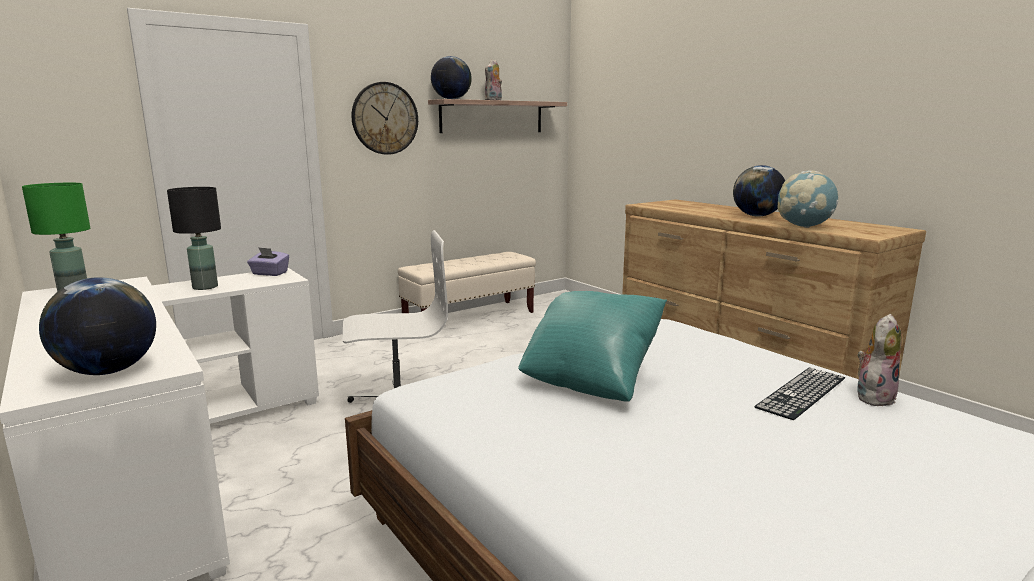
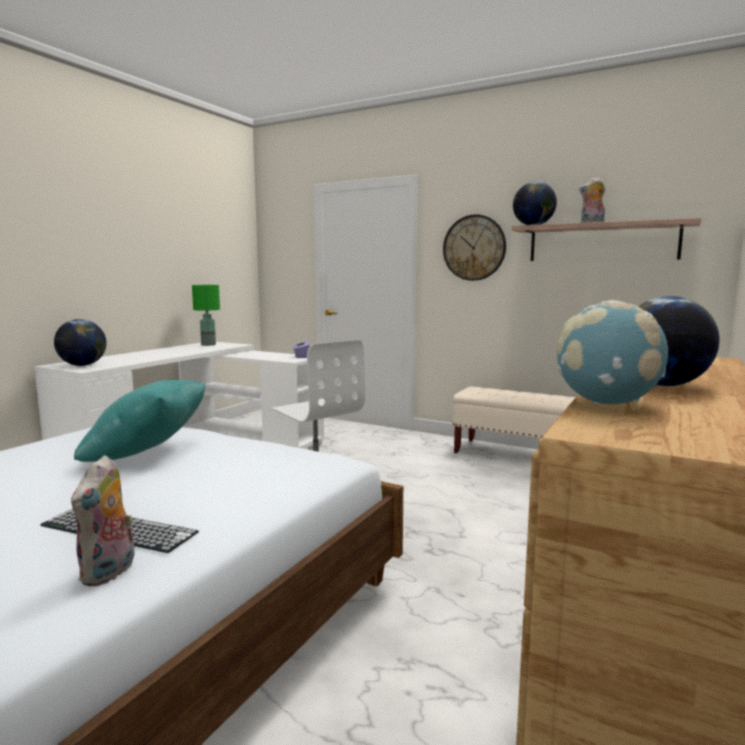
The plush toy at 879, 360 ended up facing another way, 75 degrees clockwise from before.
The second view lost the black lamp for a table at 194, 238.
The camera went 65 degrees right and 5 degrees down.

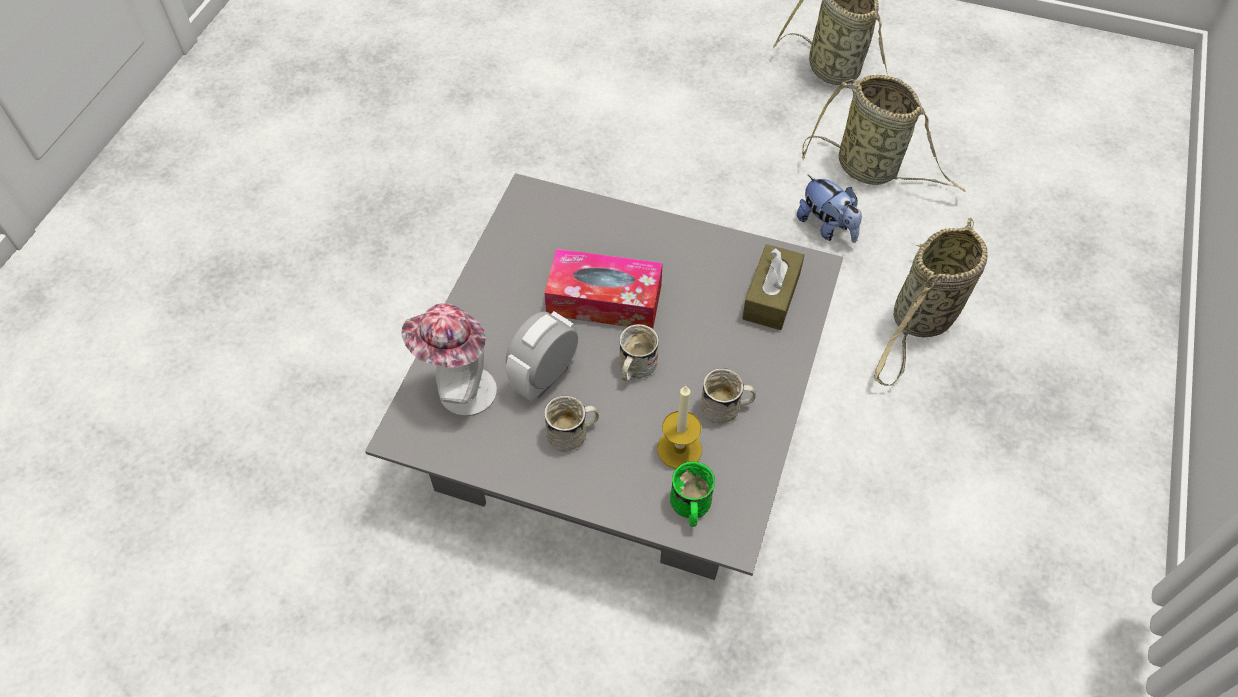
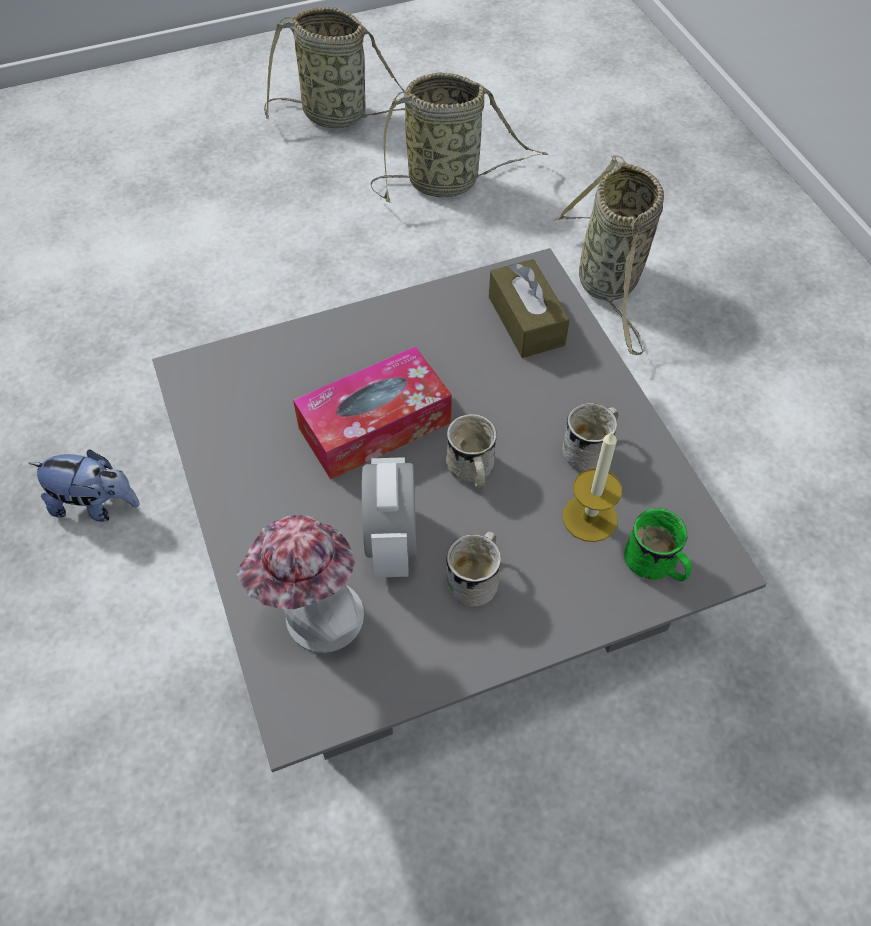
The plush toy ended up elsewhere, having gone from 829, 208 to 84, 486.
The camera went 40 degrees left and 0 degrees up.

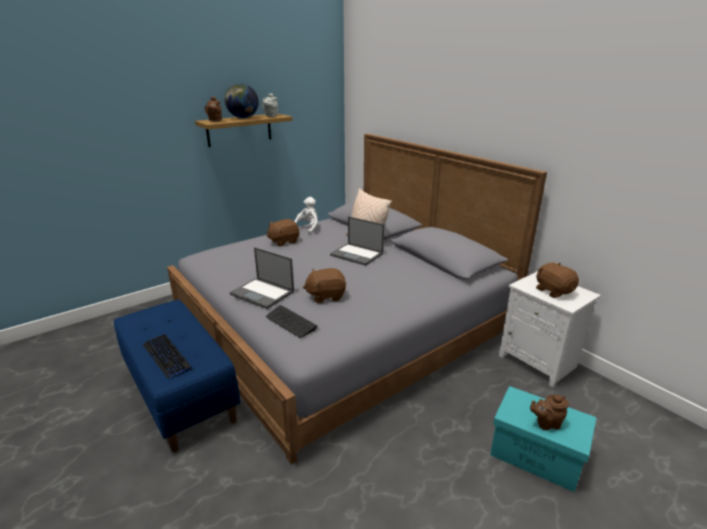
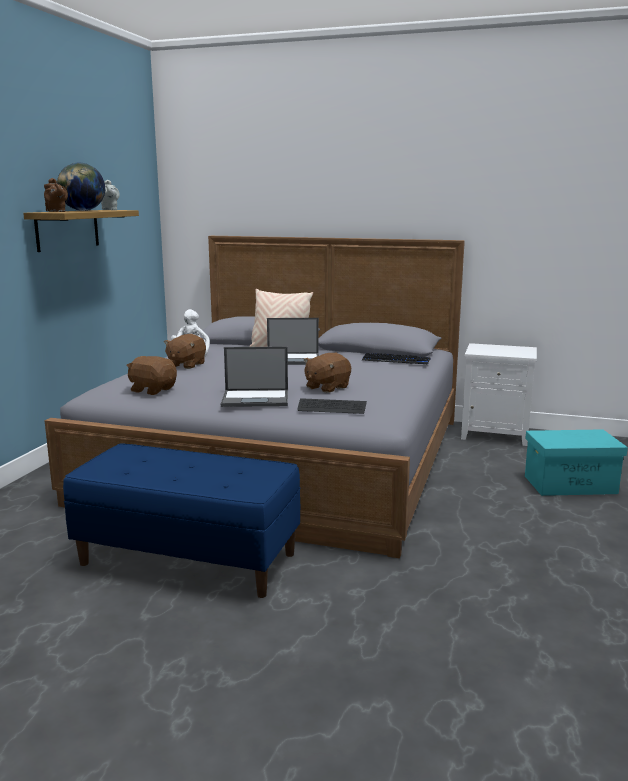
The brownish plush toy ended up elsewhere, having gone from 557, 280 to 151, 375.
The computer keyboard ended up elsewhere, having gone from 167, 356 to 396, 358.
The second view lost the brownish teapot at 549, 412.
The camera went 35 degrees left and 10 degrees down.

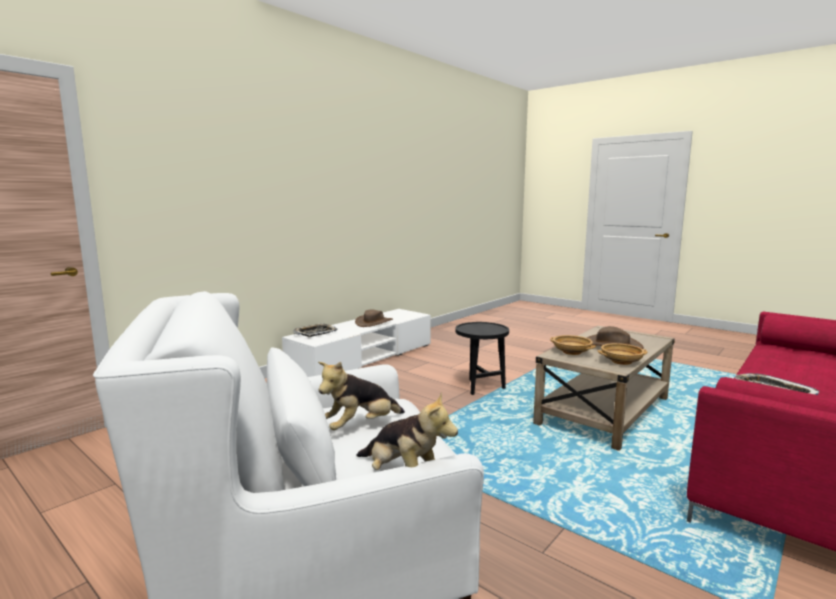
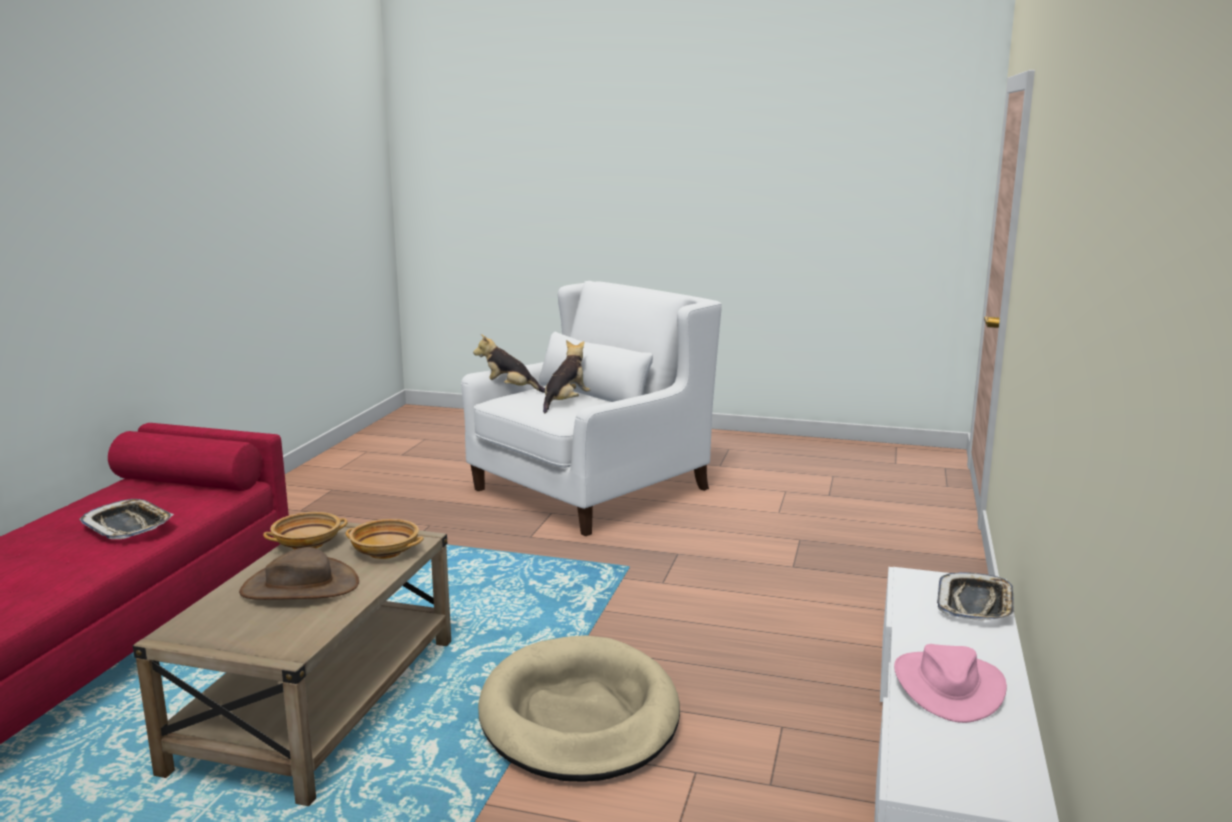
Where the black accent table stood at 482, 358, the beige-coloured pet bed came to stand at 579, 708.
What was the brownish hat at 374, 318 turned into the pink-coloured hat at 950, 683.
The camera went 155 degrees right and 5 degrees up.

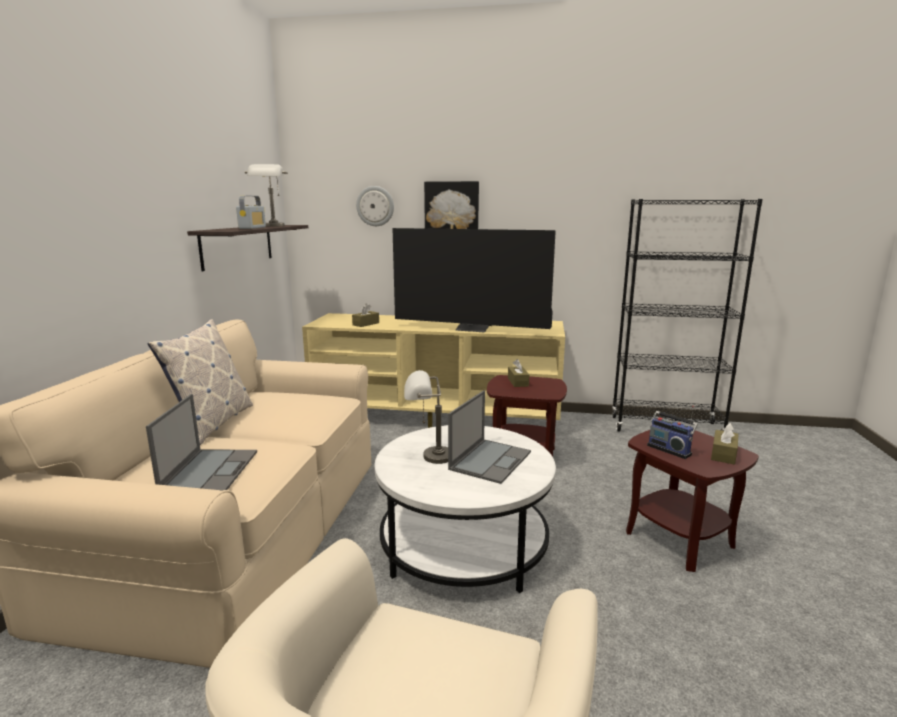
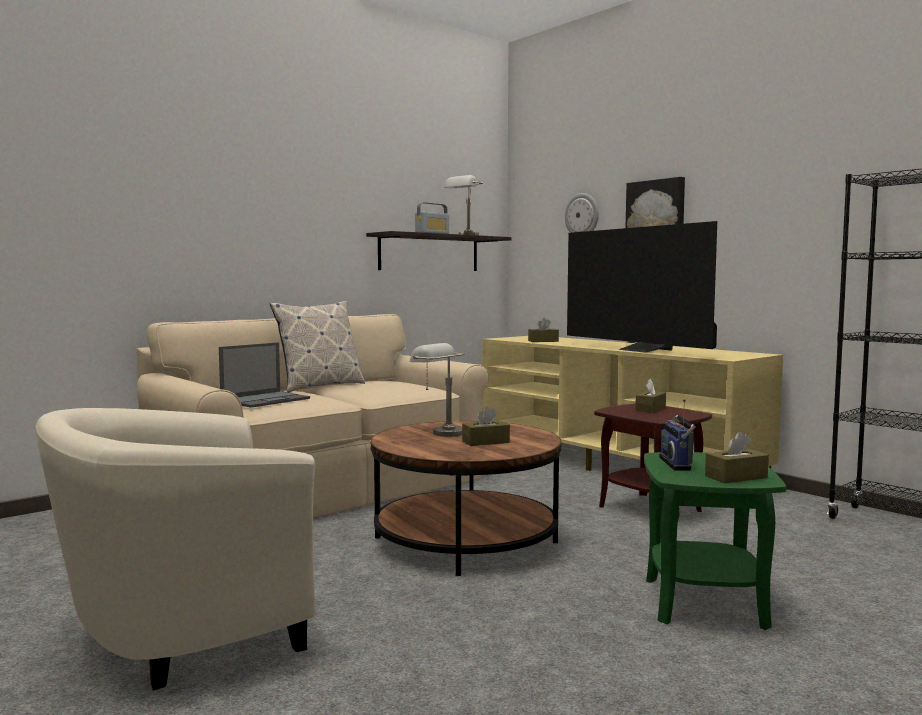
What was the whitish lounge table at 465, 509 turned into the brownish lounge table at 465, 498.
Where the laptop stood at 489, 437, the brownish tissue box came to stand at 486, 426.
What was the brownish accent table at 692, 501 turned into the green accent table at 715, 541.
The camera went 40 degrees right and 10 degrees down.

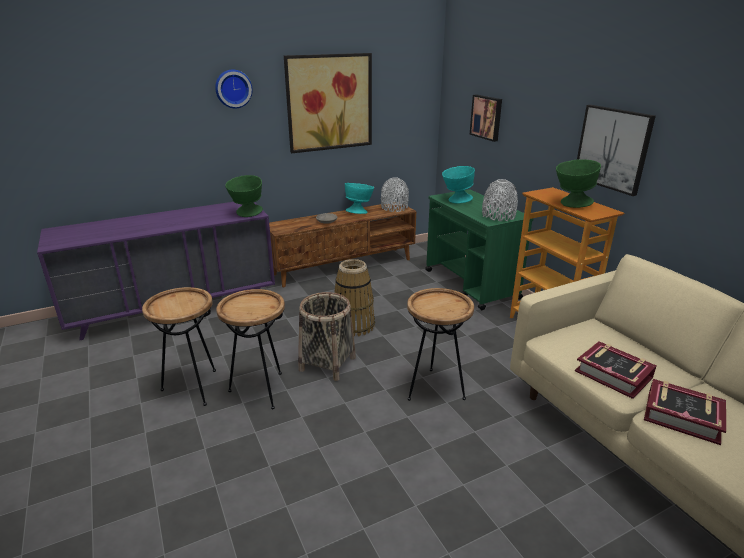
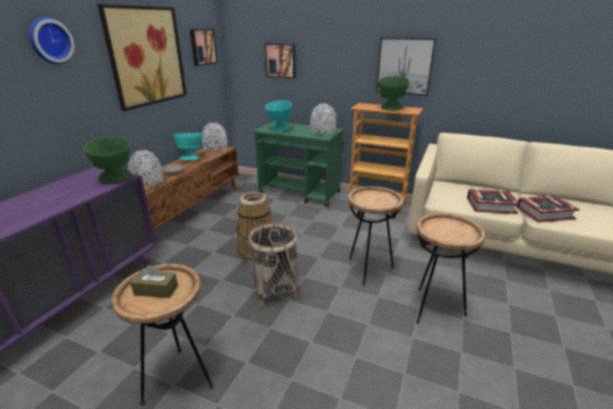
The second view gained the grey flower vase at 146, 169.
The second view gained the brownish tissue box at 154, 281.
The second view gained the wall picture at 204, 47.
The brownish accent table ended up elsewhere, having gone from 250, 349 to 451, 268.
The camera went 40 degrees left and 0 degrees up.

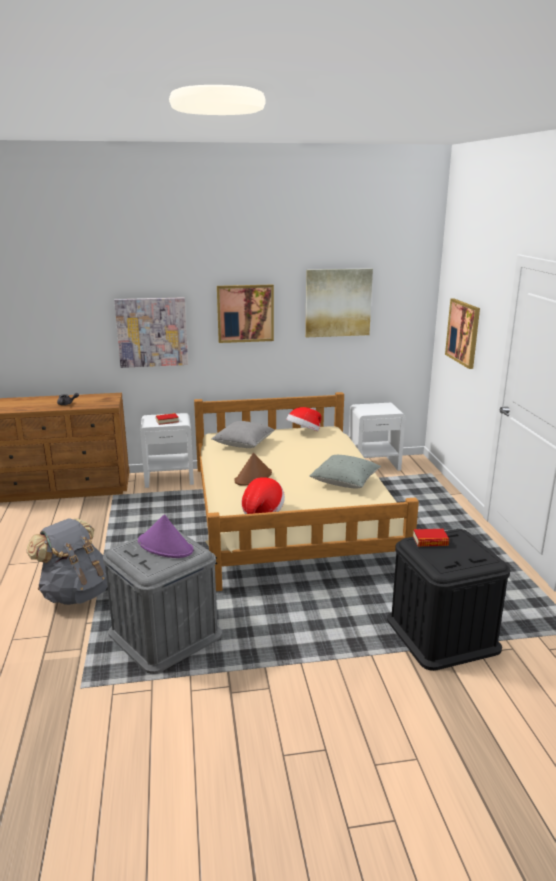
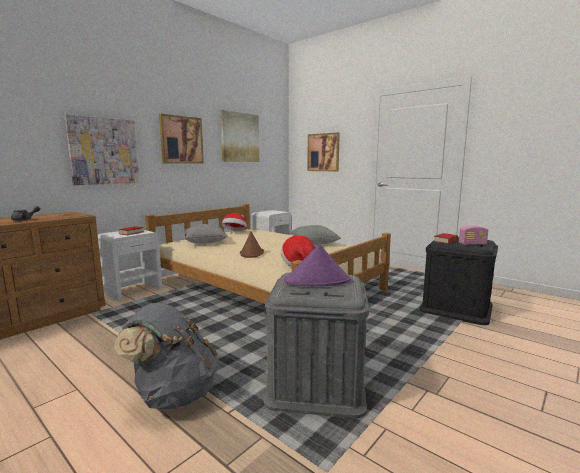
The second view gained the radio set at 473, 235.
The camera went 40 degrees left and 10 degrees down.

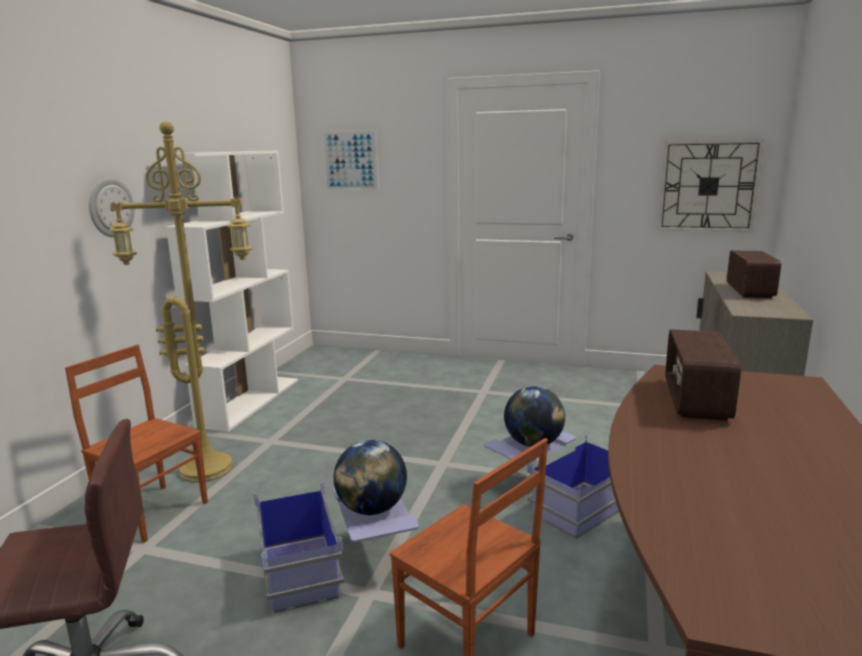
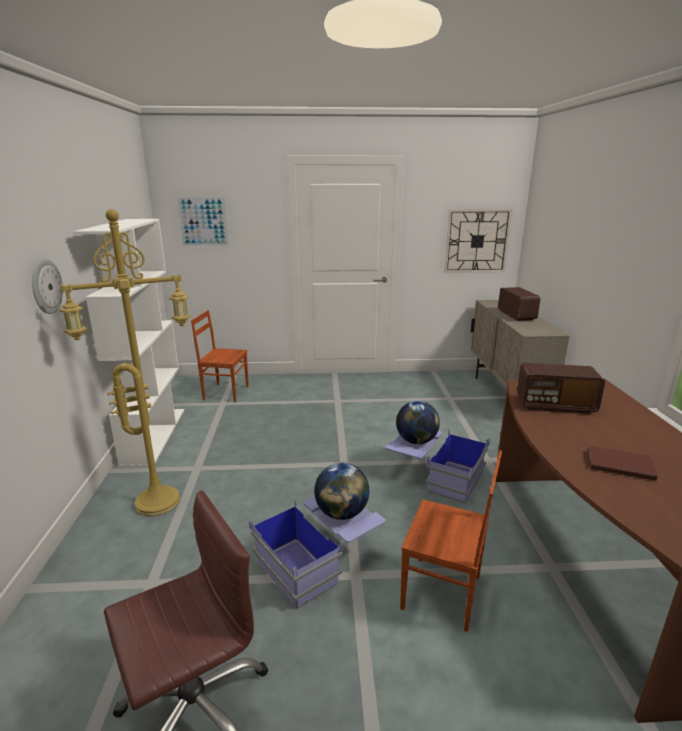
The brownish upright chair ended up elsewhere, having gone from 136, 443 to 220, 356.
The radio set at 703, 375 ended up facing another way, 75 degrees counterclockwise from before.
The second view gained the brownish book at 622, 463.
The camera went 20 degrees left and 5 degrees up.

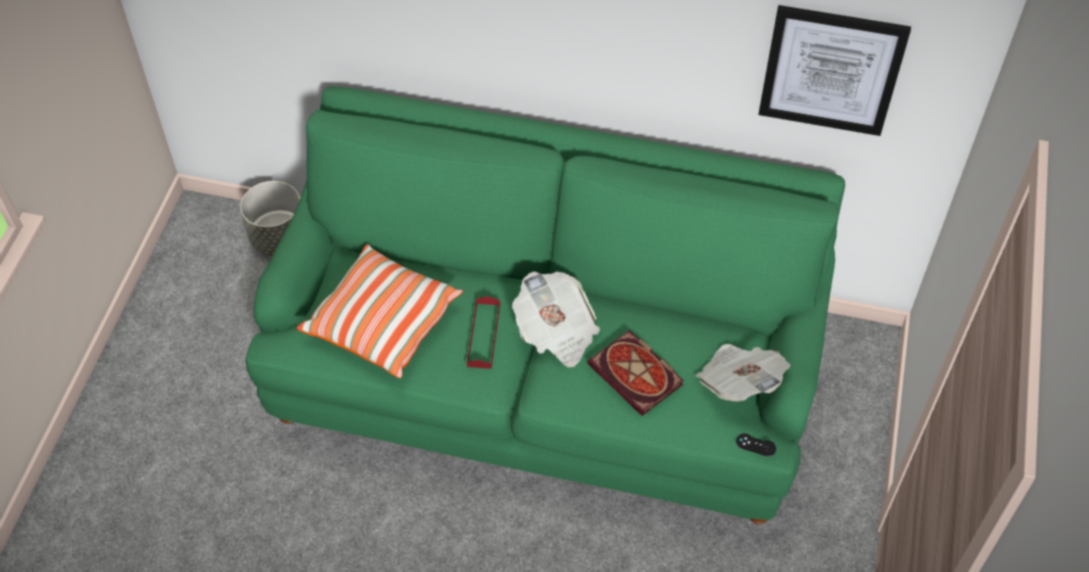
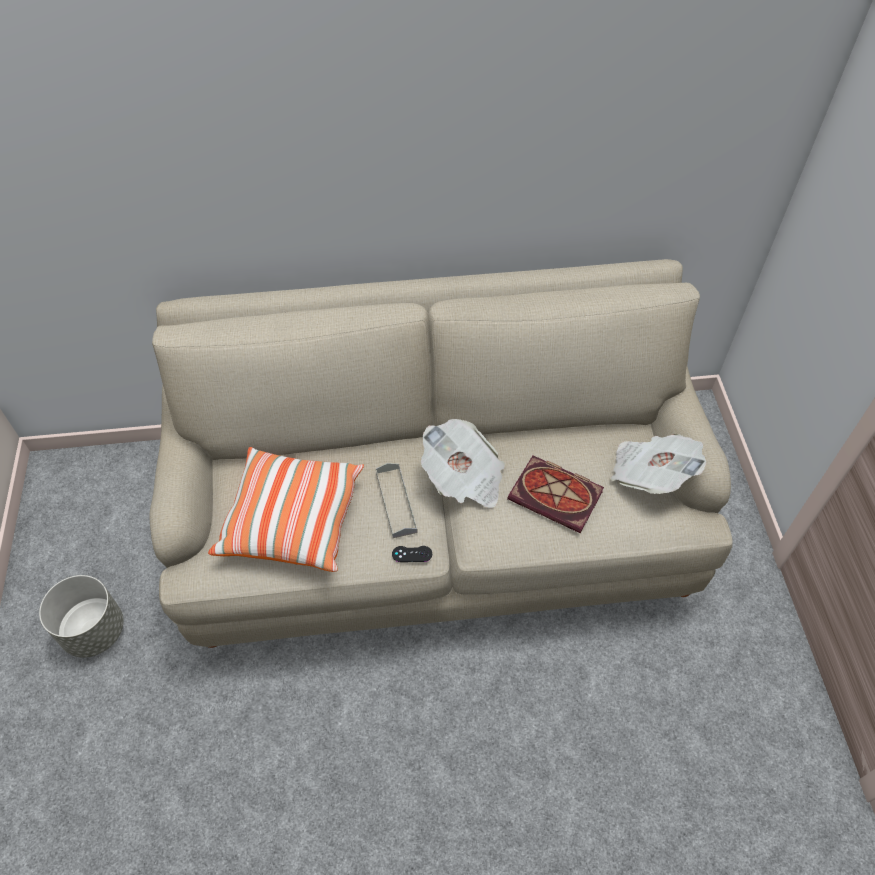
The grey plant pot ended up elsewhere, having gone from 270, 218 to 81, 616.
What was the green sofa at 545, 305 turned into the beige-coloured sofa at 441, 453.
What was the reddish tray at 483, 332 turned into the grey tray at 397, 500.
The black joypad ended up elsewhere, having gone from 756, 445 to 412, 554.
The second view lost the wall picture at 834, 70.
The camera went 20 degrees left and 0 degrees up.

